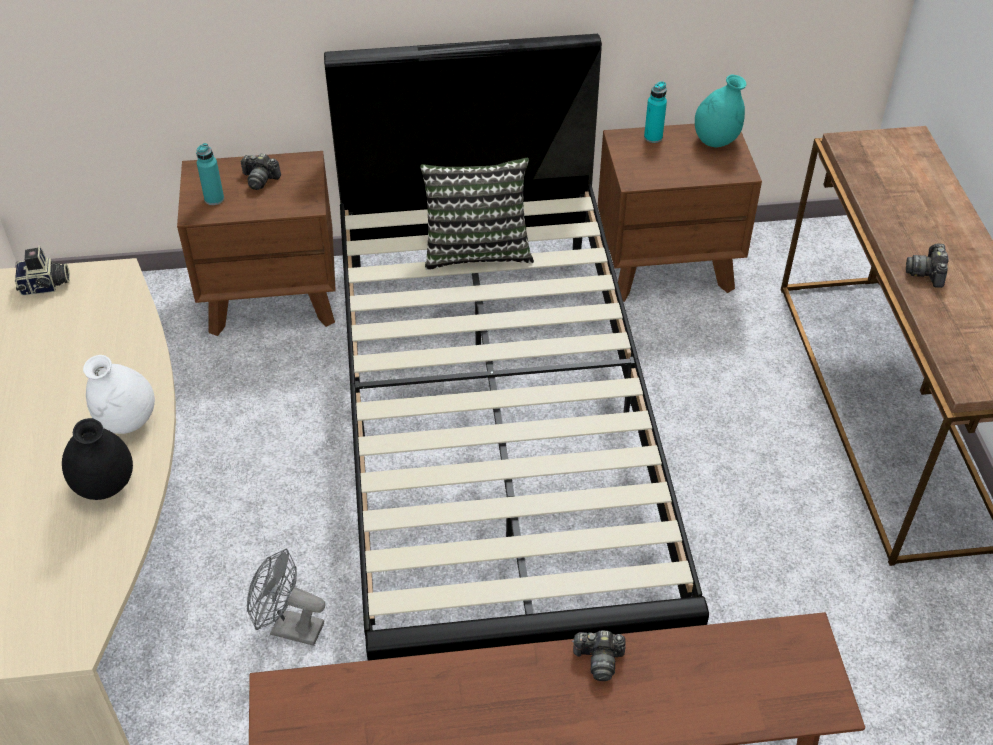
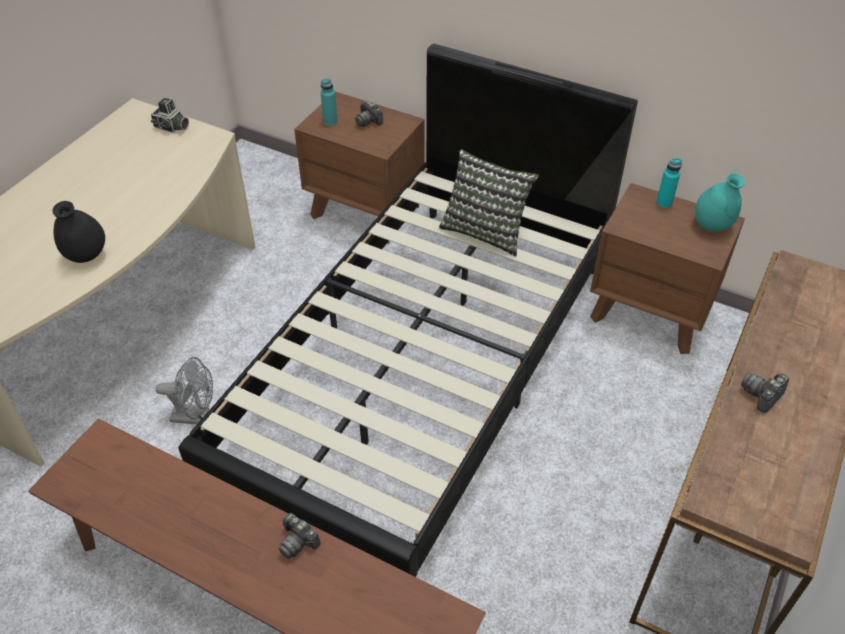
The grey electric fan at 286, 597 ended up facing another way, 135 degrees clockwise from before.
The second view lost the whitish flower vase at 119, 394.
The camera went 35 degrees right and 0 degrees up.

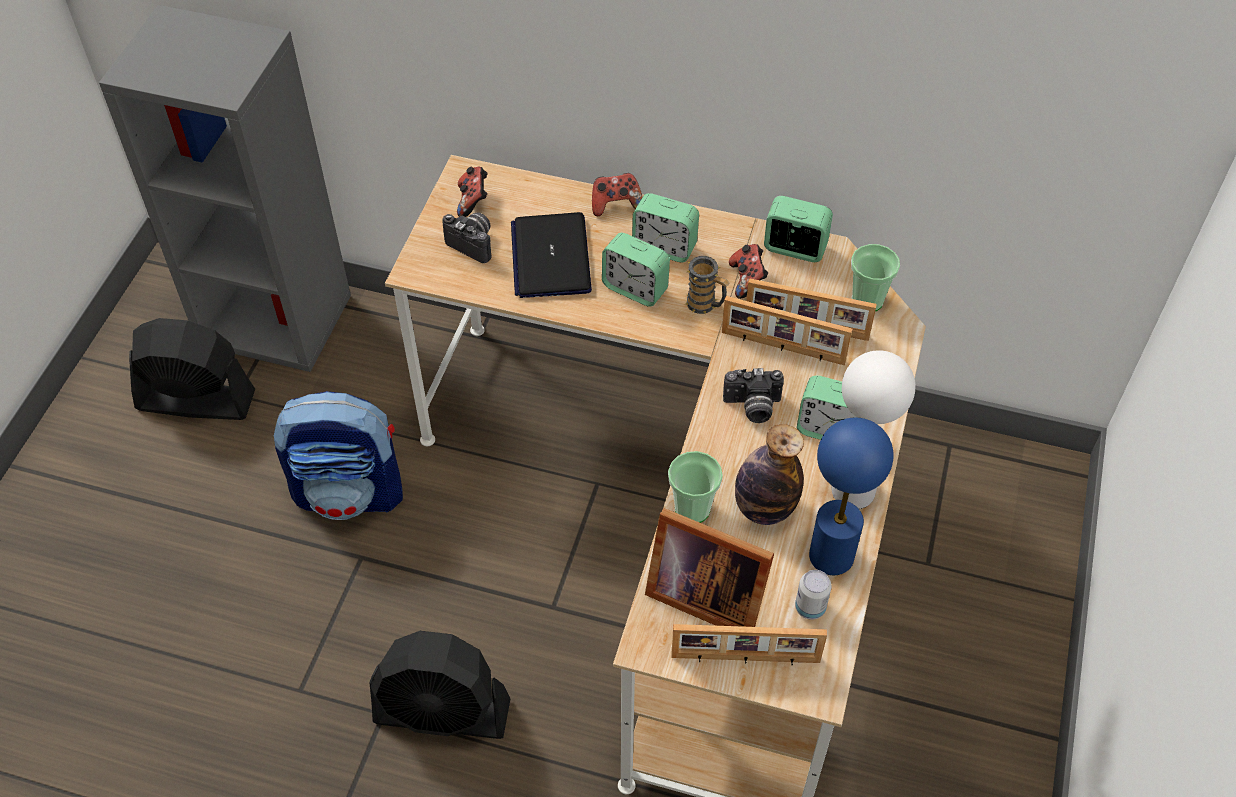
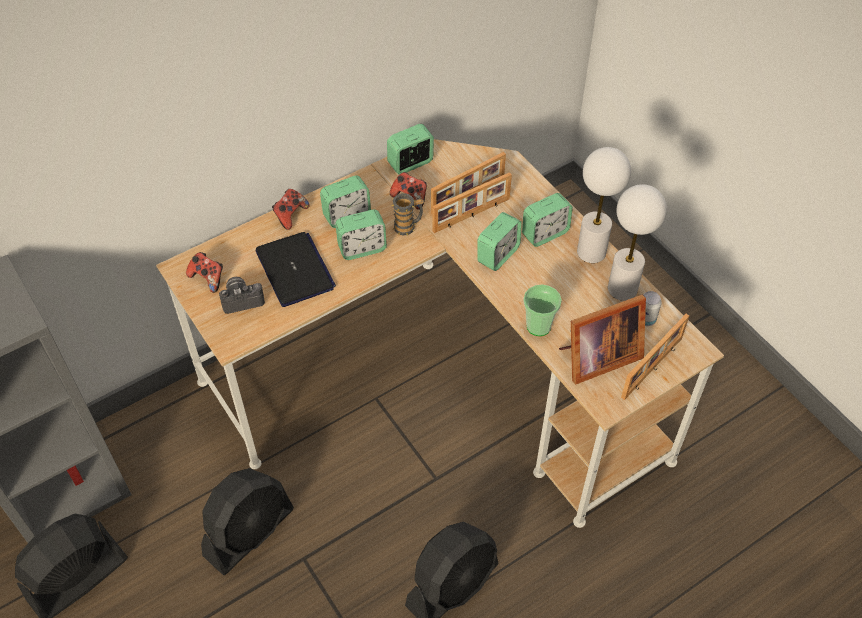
Where the knapsack stood at 338, 455, the black electric fan came to stand at 247, 522.
The laptop at 551, 255 ended up facing another way, 150 degrees counterclockwise from before.
Where the still camera stood at 753, 395, the table clock came to stand at 499, 241.
What was the bluish lamp for a table at 851, 496 turned into the whitish lamp for a table at 637, 242.
The second view lost the bottle at 769, 474.
The second view lost the drinking cup at 875, 277.
The camera went 50 degrees left and 0 degrees up.

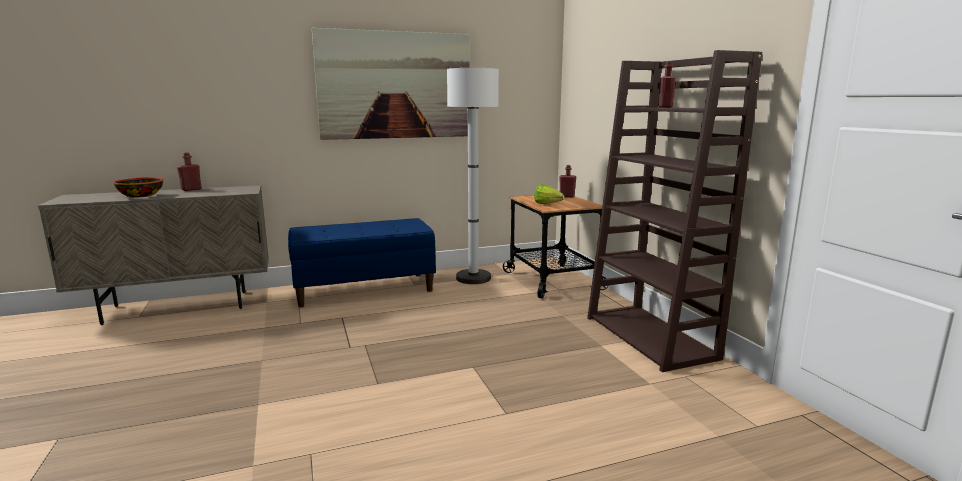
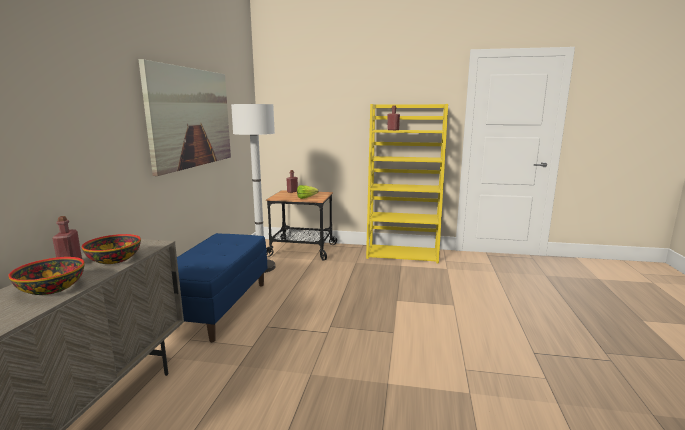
The second view gained the serving bowl at 111, 249.
What was the brownish bookshelf at 674, 211 turned into the yellowish bookshelf at 407, 183.
The camera went 60 degrees left and 0 degrees up.

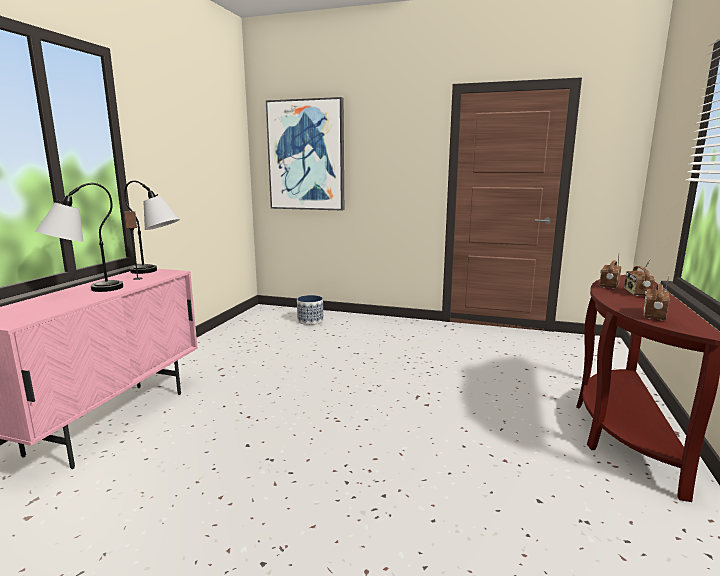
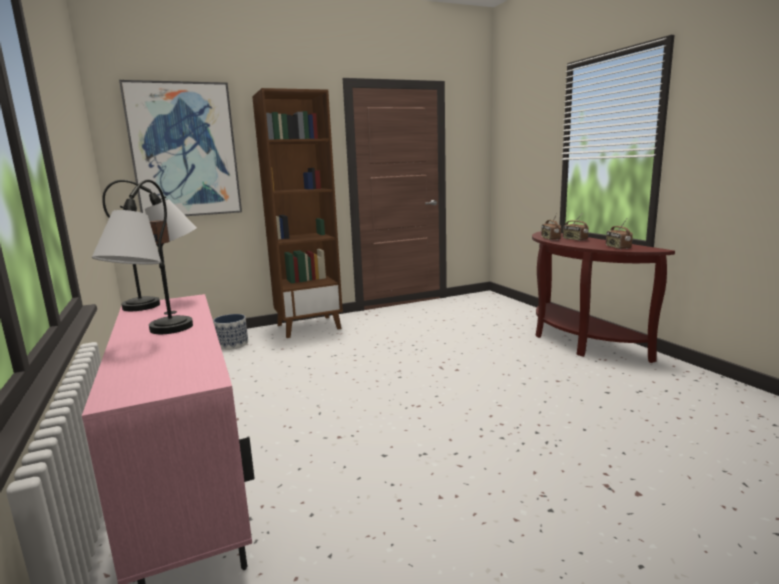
The second view gained the brownish bookshelf at 297, 213.
The camera went 40 degrees left and 0 degrees up.

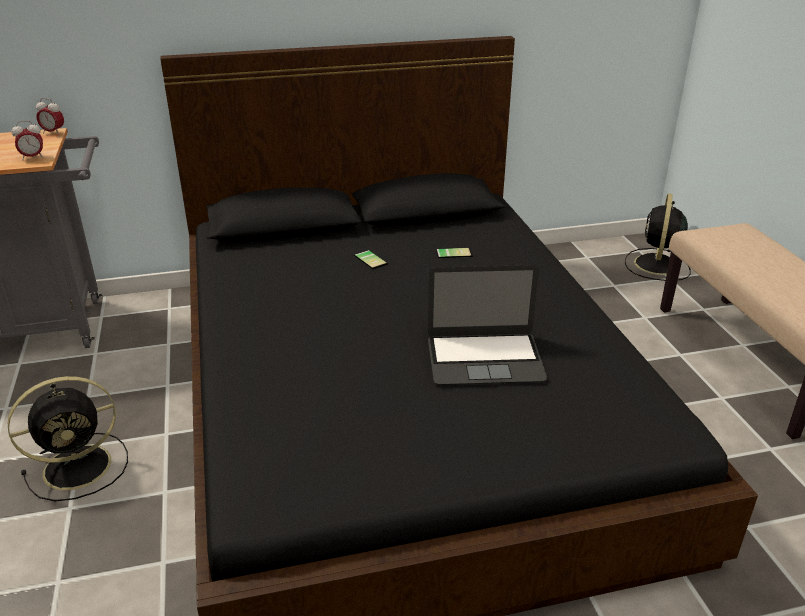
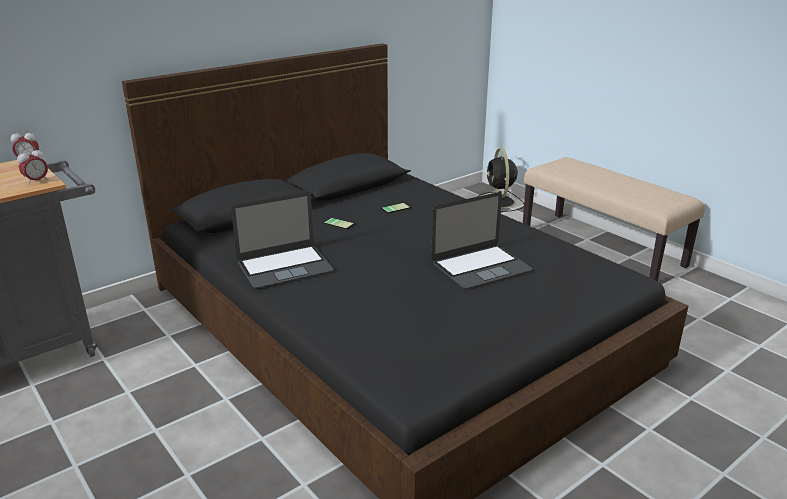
The second view gained the laptop at 282, 240.
The second view lost the black electric fan at 68, 438.
The camera went 25 degrees left and 5 degrees down.

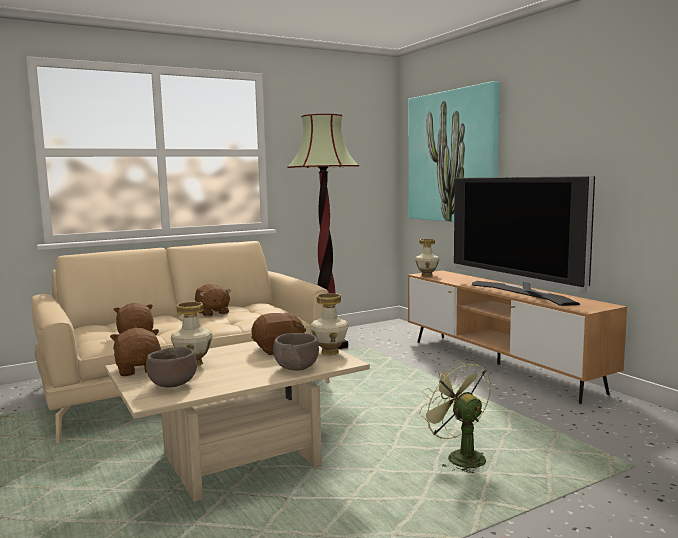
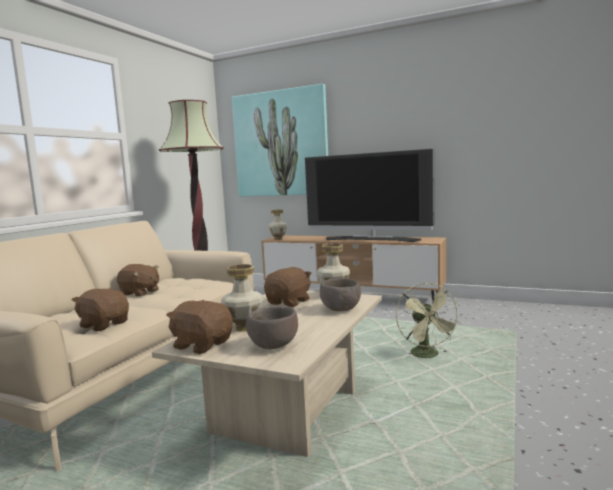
The green electric fan at 455, 416 ended up facing another way, 120 degrees counterclockwise from before.
The camera went 35 degrees left and 0 degrees up.

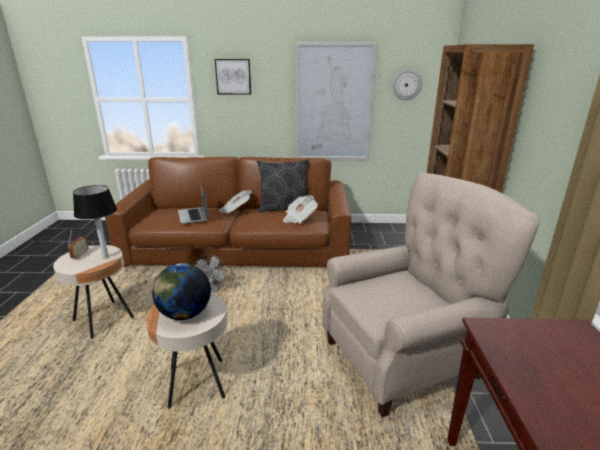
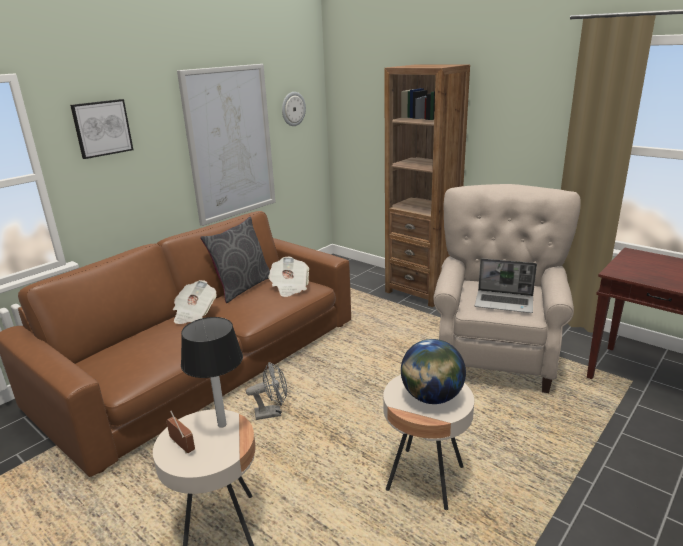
The grey electric fan at 210, 273 ended up facing another way, 60 degrees counterclockwise from before.
The laptop ended up elsewhere, having gone from 193, 204 to 506, 285.
The camera went 50 degrees left and 0 degrees up.

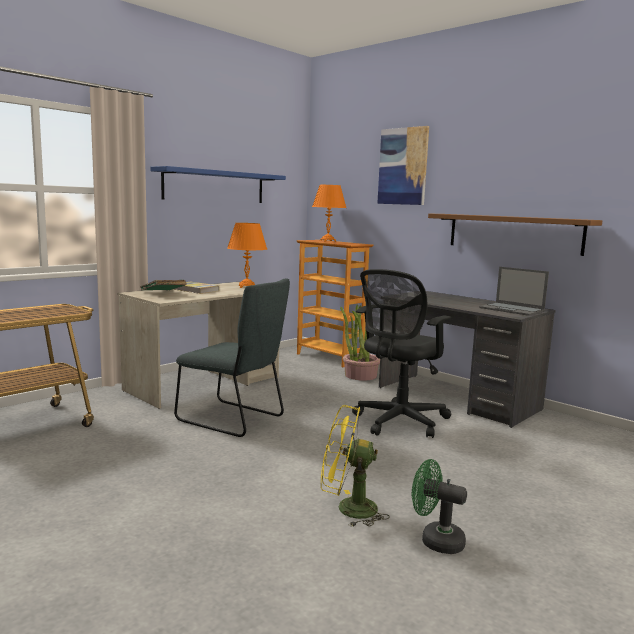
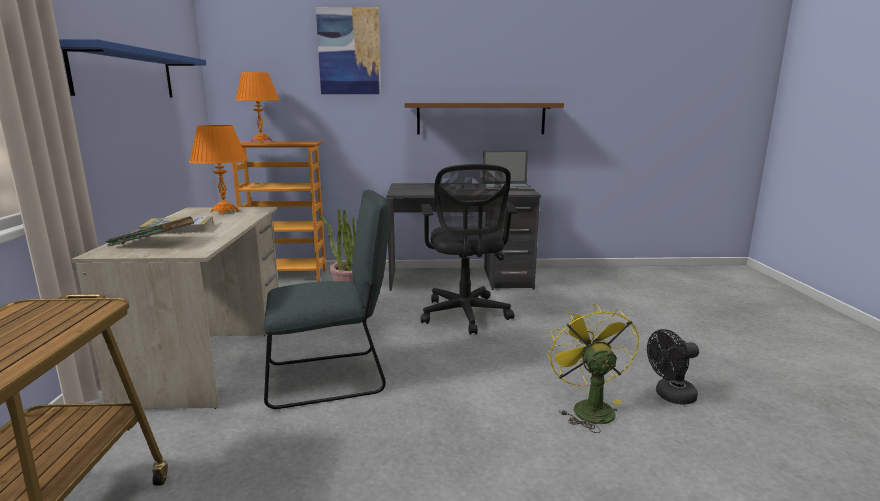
The yellowish electric fan at 355, 466 ended up facing another way, 120 degrees clockwise from before.
What was the green electric fan at 439, 506 turned into the black electric fan at 673, 367.
The camera went 45 degrees left and 5 degrees up.

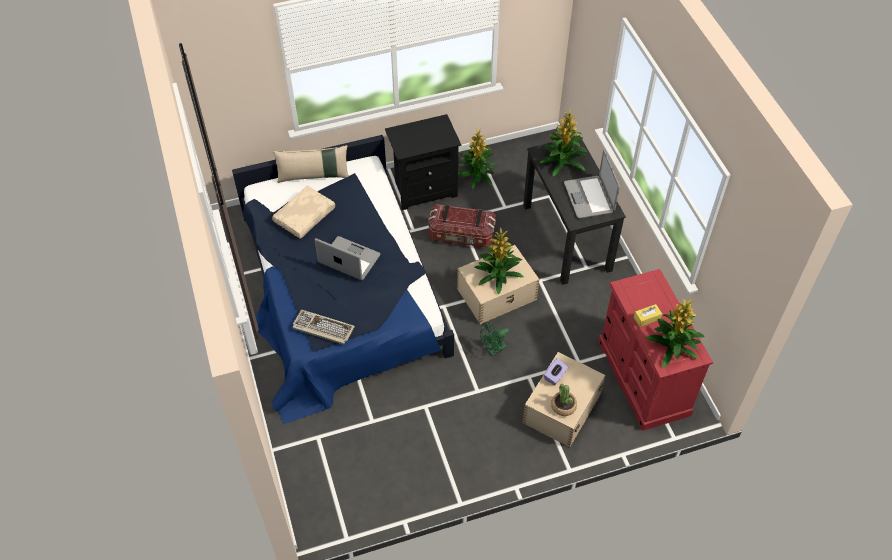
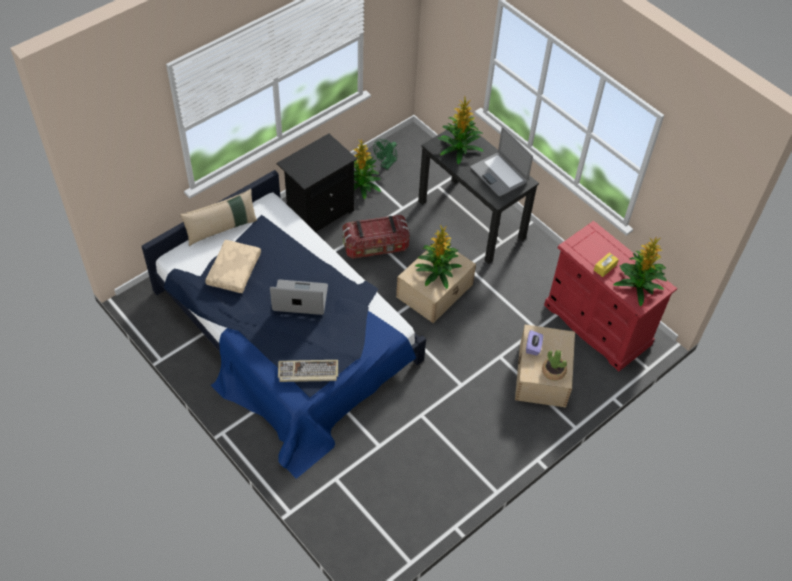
The green electric fan ended up elsewhere, having gone from 494, 339 to 385, 154.
The camera went 25 degrees left and 0 degrees up.

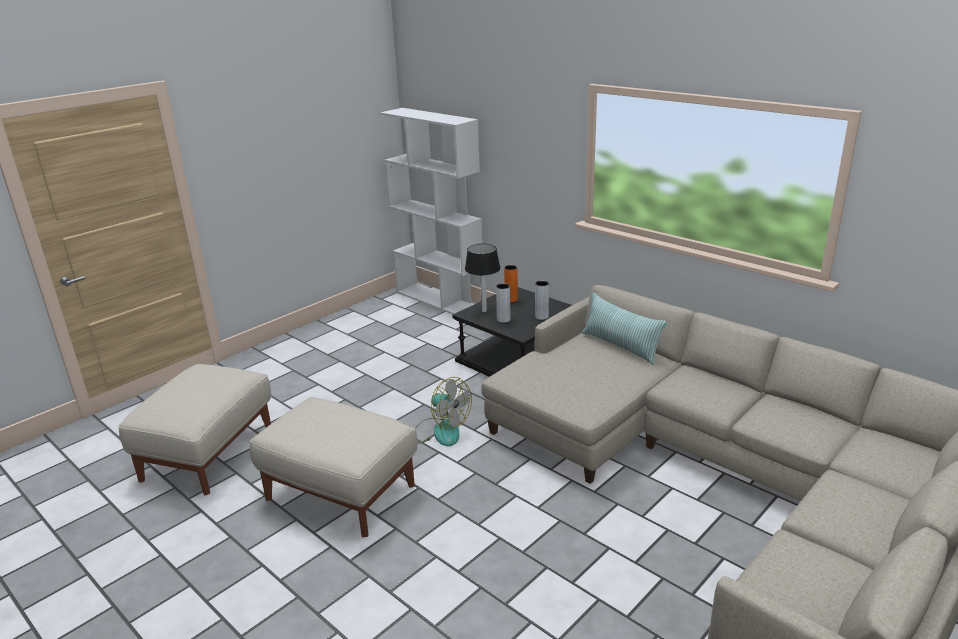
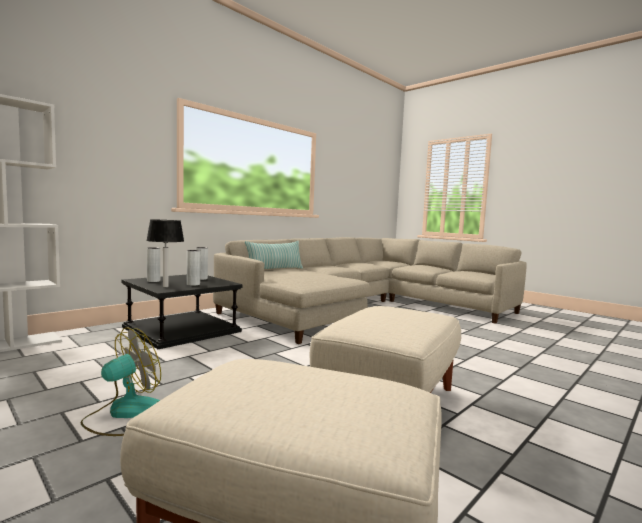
The electric fan ended up elsewhere, having gone from 443, 411 to 120, 381.
What was the orange-coloured flower vase at 511, 283 turned into the grey flower vase at 153, 264.
The camera went 90 degrees left and 20 degrees down.

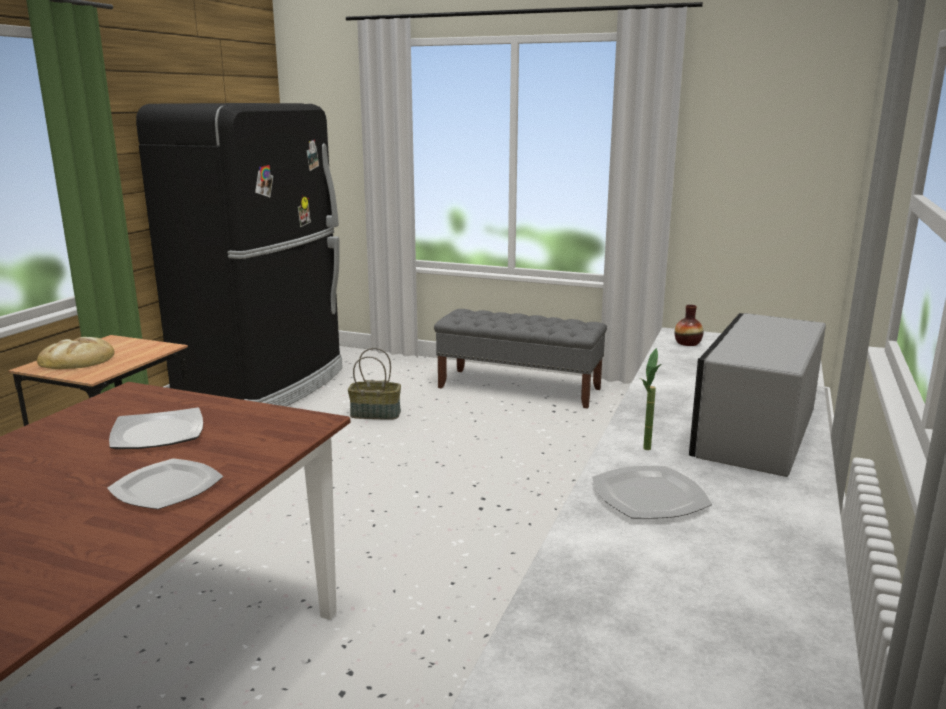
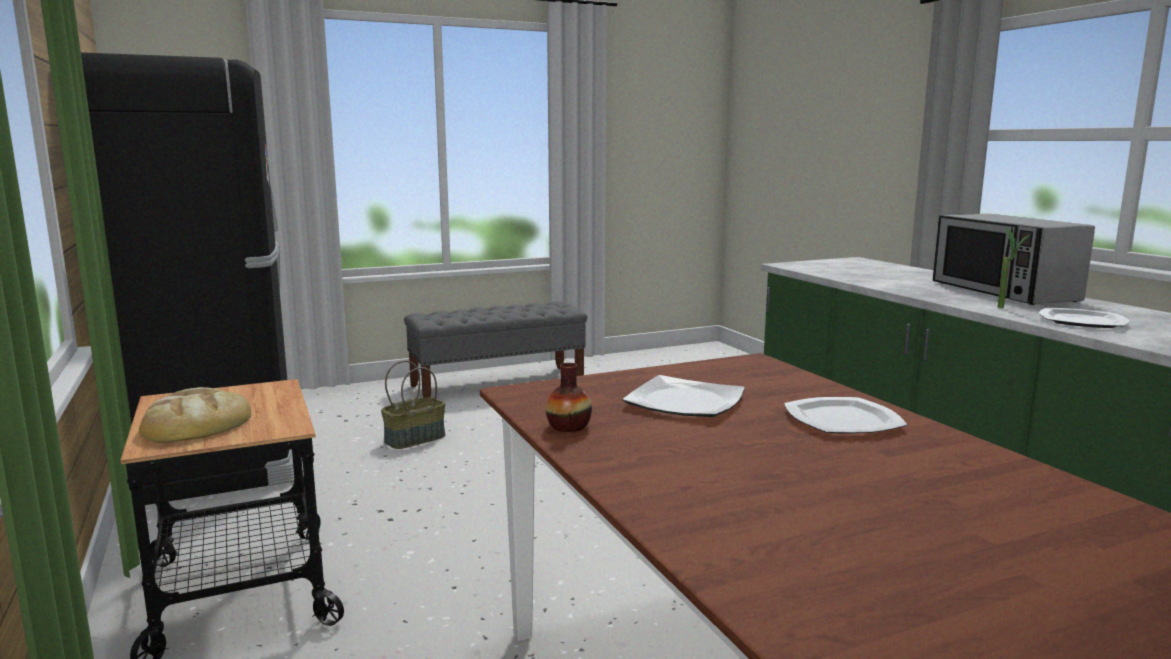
The flower vase ended up elsewhere, having gone from 689, 325 to 569, 397.
The camera went 45 degrees left and 5 degrees down.

